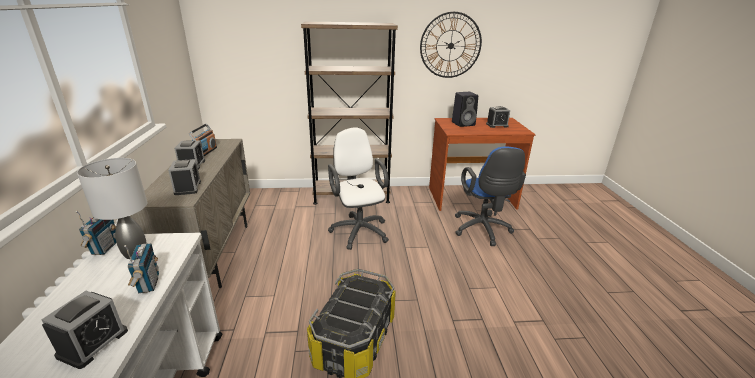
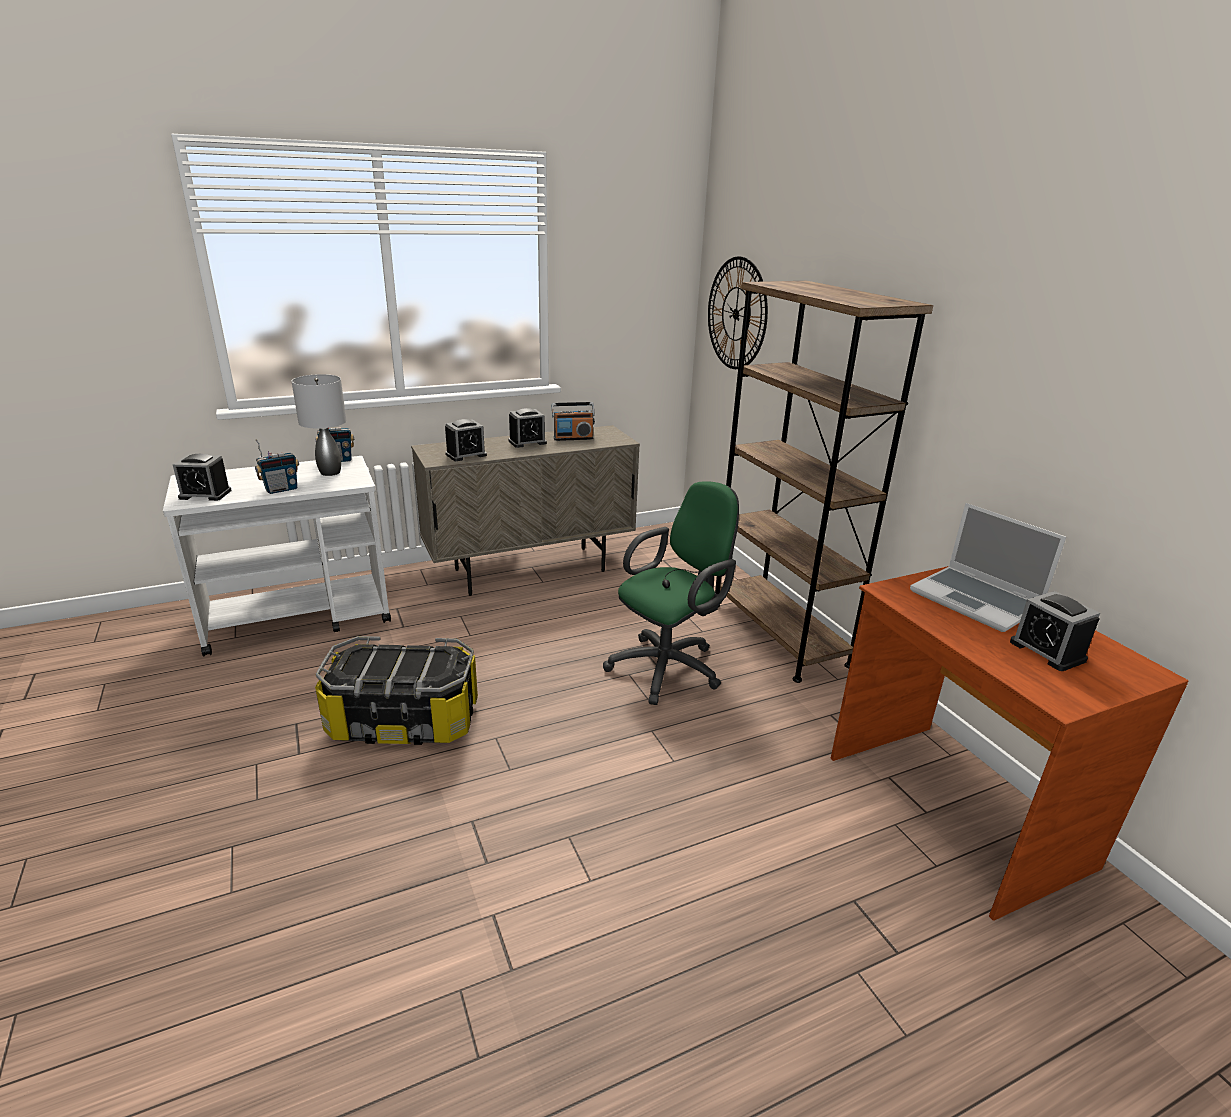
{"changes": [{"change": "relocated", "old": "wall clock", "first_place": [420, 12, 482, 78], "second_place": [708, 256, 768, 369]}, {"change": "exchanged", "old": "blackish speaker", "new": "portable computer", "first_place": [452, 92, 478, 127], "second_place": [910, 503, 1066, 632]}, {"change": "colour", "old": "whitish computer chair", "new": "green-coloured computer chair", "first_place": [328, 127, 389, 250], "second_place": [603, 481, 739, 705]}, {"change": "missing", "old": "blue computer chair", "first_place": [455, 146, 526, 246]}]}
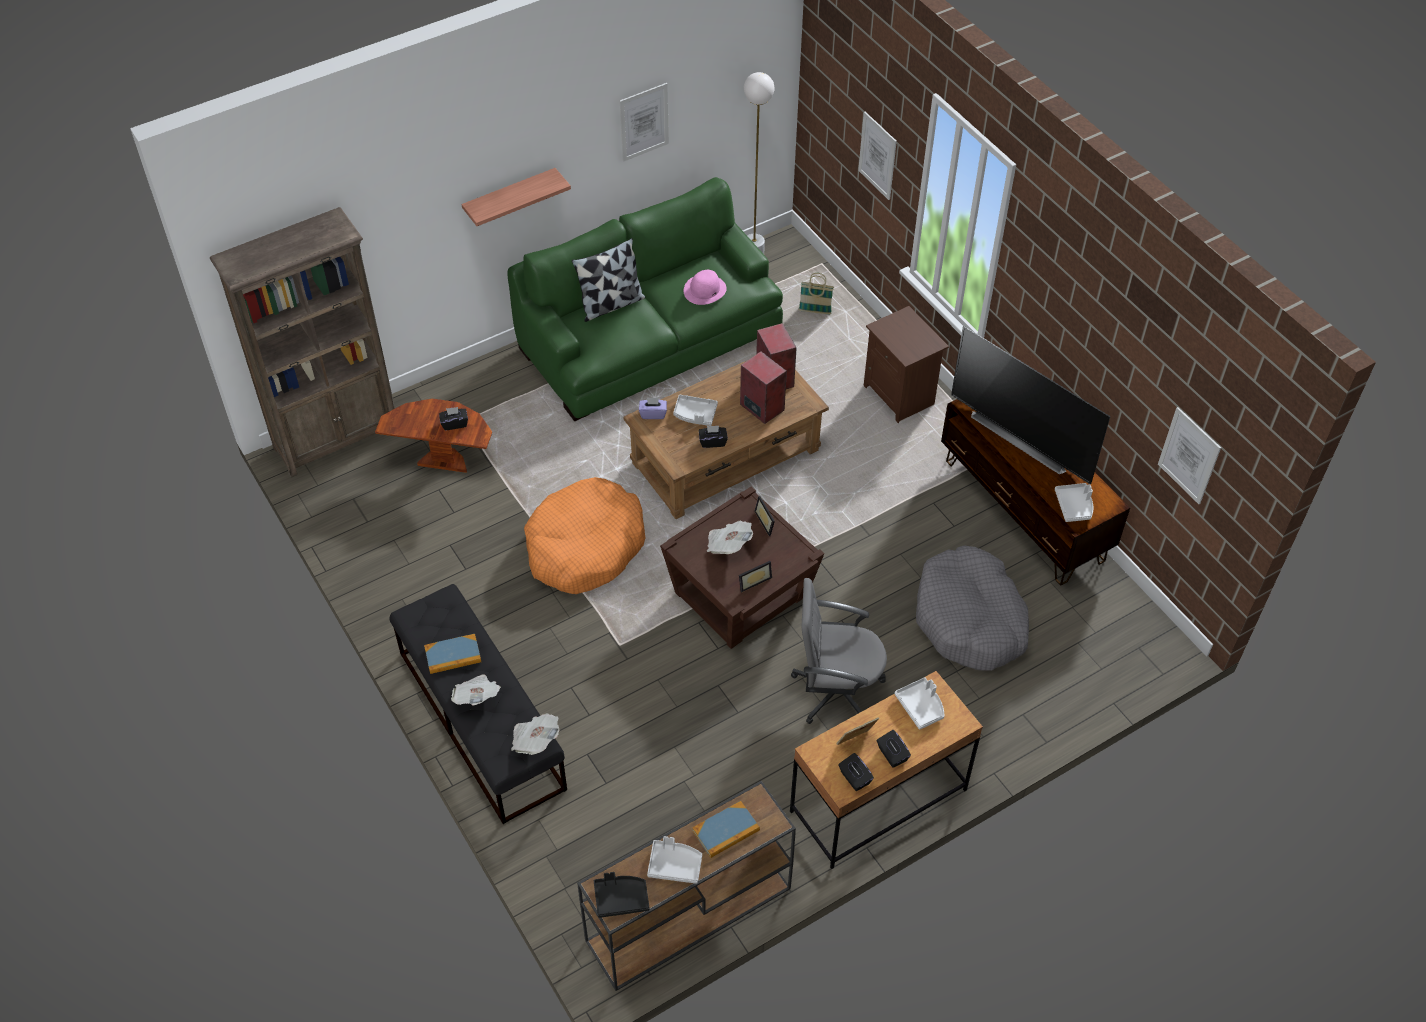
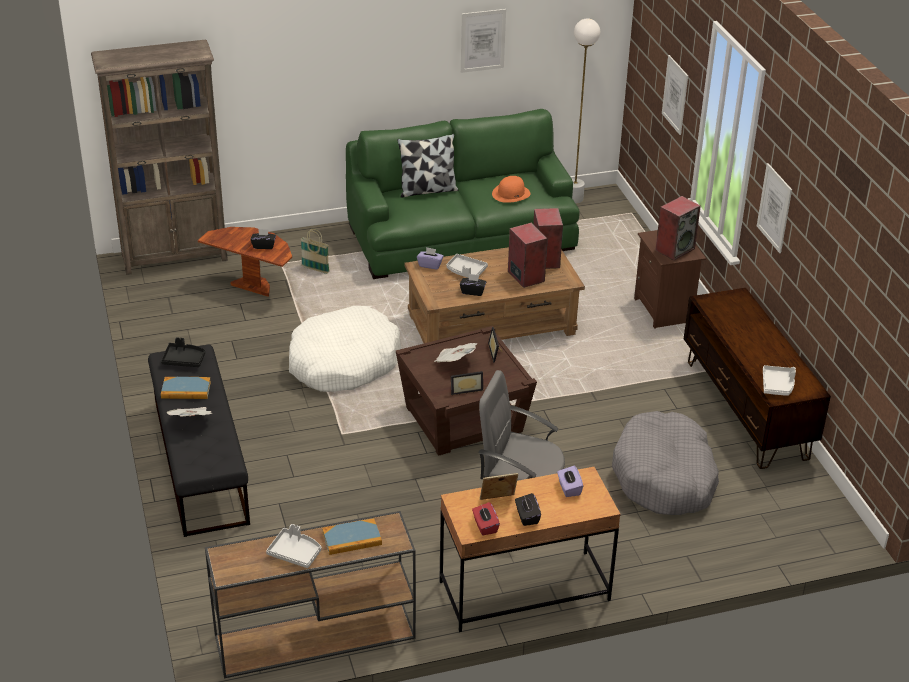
{"changes": [{"change": "missing", "old": "shelf", "first_place": [461, 168, 571, 226]}, {"change": "colour", "old": "pink hat", "new": "orange hat", "first_place": [684, 270, 727, 305], "second_place": [492, 176, 530, 203]}, {"change": "relocated", "old": "household basket", "first_place": [799, 273, 834, 315], "second_place": [301, 229, 330, 274]}, {"change": "missing", "old": "TV set", "first_place": [951, 326, 1111, 485]}, {"change": "relocated", "old": "wall picture", "first_place": [1158, 407, 1221, 504], "second_place": [757, 163, 792, 253]}, {"change": "colour", "old": "orange dog bed", "new": "whitish dog bed", "first_place": [524, 477, 645, 594], "second_place": [289, 306, 401, 392]}, {"change": "exchanged", "old": "whitish carrying tray", "new": "purplish tissue box", "first_place": [895, 677, 944, 730], "second_place": [557, 466, 583, 497]}, {"change": "missing", "old": "newspaper", "first_place": [511, 713, 559, 755]}, {"change": "colour", "old": "blackish tissue box", "new": "red tissue box", "first_place": [838, 753, 874, 791], "second_place": [472, 502, 500, 535]}, {"change": "relocated", "old": "blackish carrying tray", "first_place": [594, 872, 649, 918], "second_place": [161, 337, 205, 367]}, {"change": "appeared", "new": "speaker", "second_place": [656, 196, 701, 260]}]}
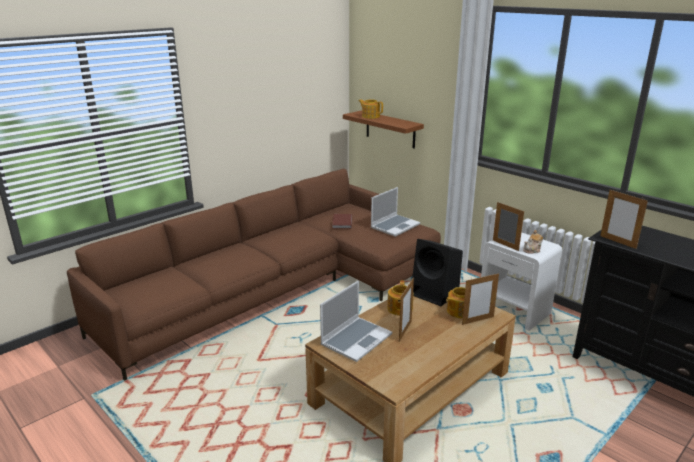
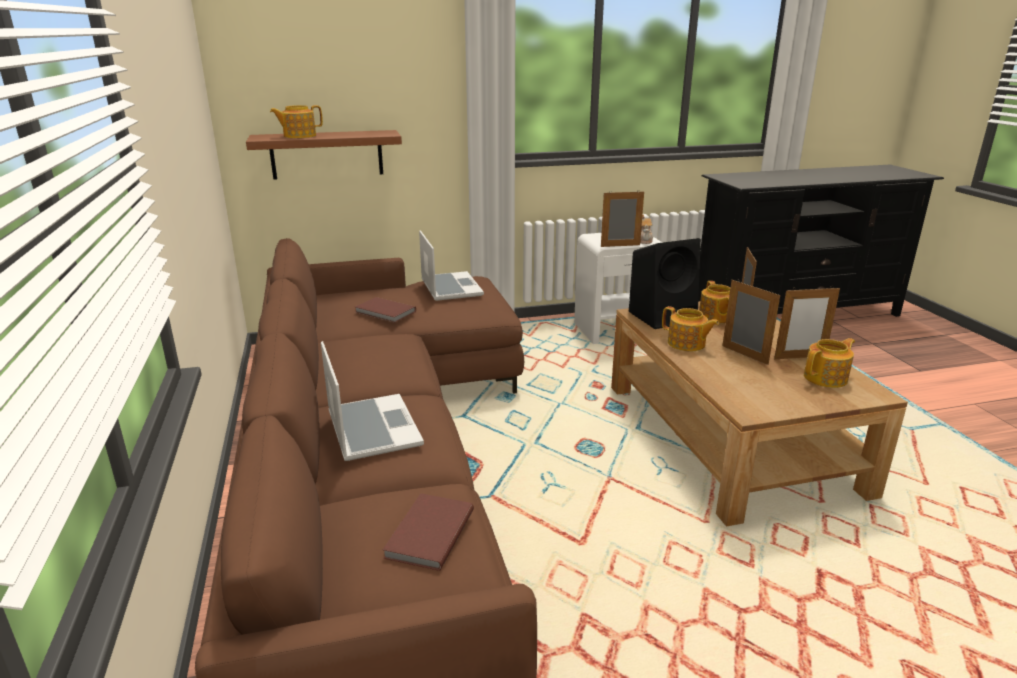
{"changes": [{"change": "relocated", "old": "photo frame", "first_place": [600, 189, 648, 249], "second_place": [774, 287, 840, 359]}, {"change": "relocated", "old": "portable computer", "first_place": [320, 280, 392, 362], "second_place": [321, 341, 424, 461]}, {"change": "appeared", "new": "teapot", "second_place": [804, 338, 855, 388]}, {"change": "appeared", "new": "brown book", "second_place": [383, 493, 474, 571]}]}
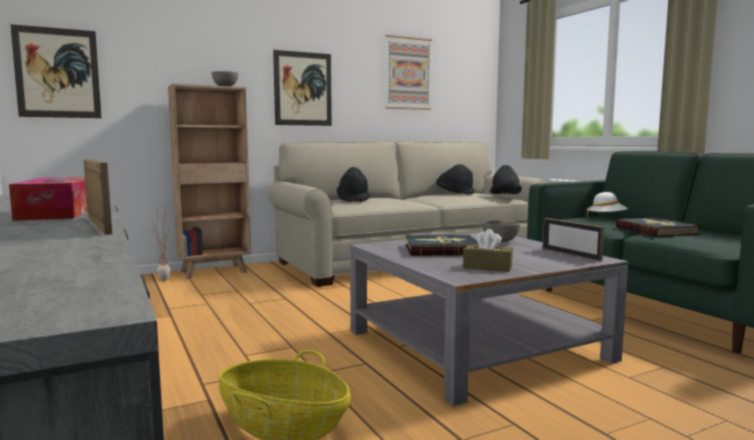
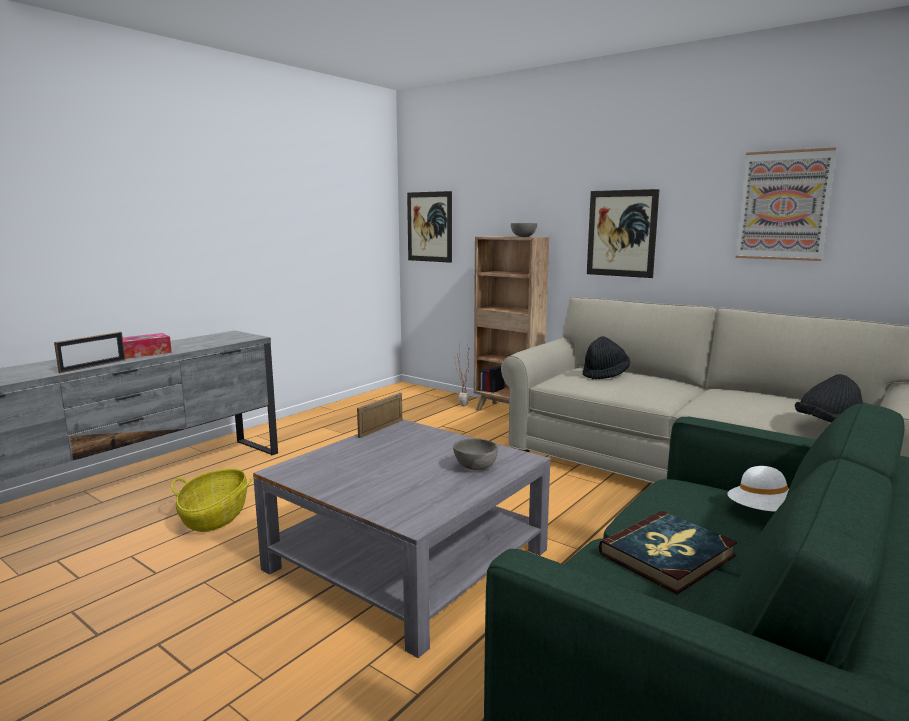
{"changes": [{"change": "missing", "old": "blackish hat", "first_place": [436, 164, 474, 194]}, {"change": "relocated", "old": "photo frame", "first_place": [543, 218, 604, 262], "second_place": [357, 393, 402, 438]}, {"change": "missing", "old": "brown tissue box", "first_place": [463, 229, 513, 272]}, {"change": "missing", "old": "book", "first_place": [405, 235, 478, 256]}]}
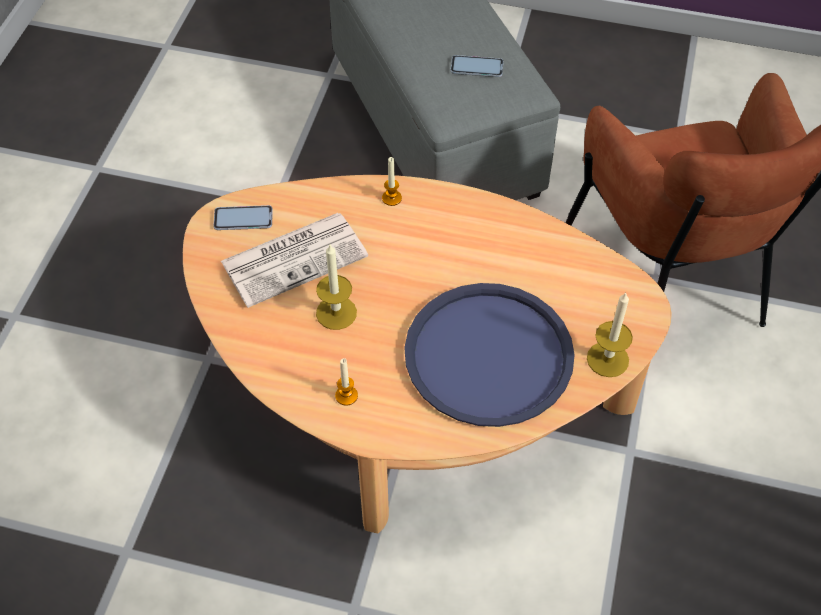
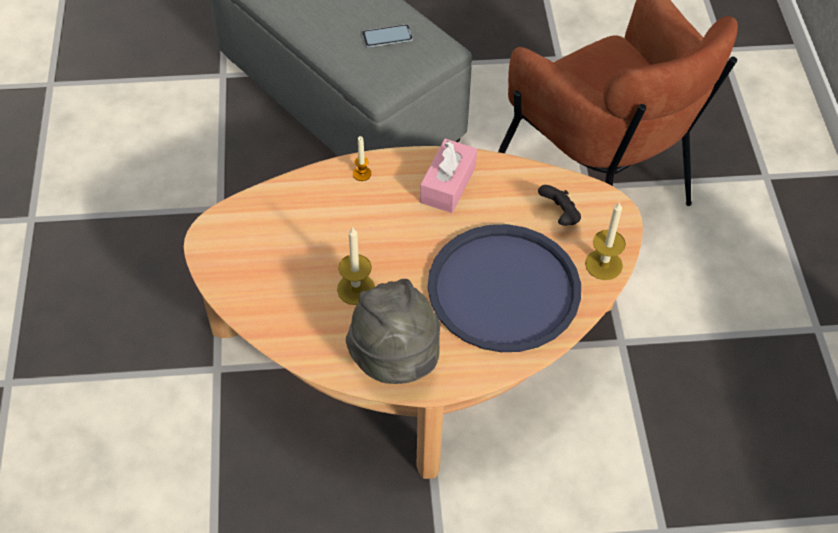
{"changes": [{"change": "missing", "old": "handset", "first_place": [213, 205, 273, 230]}, {"change": "missing", "old": "newspaper", "first_place": [221, 213, 368, 308]}, {"change": "exchanged", "old": "wax light", "new": "gray hat", "first_place": [335, 358, 358, 406], "second_place": [346, 279, 440, 384]}, {"change": "appeared", "new": "pink tissue box", "second_place": [420, 139, 477, 213]}, {"change": "appeared", "new": "blackish game controller", "second_place": [538, 185, 581, 226]}]}
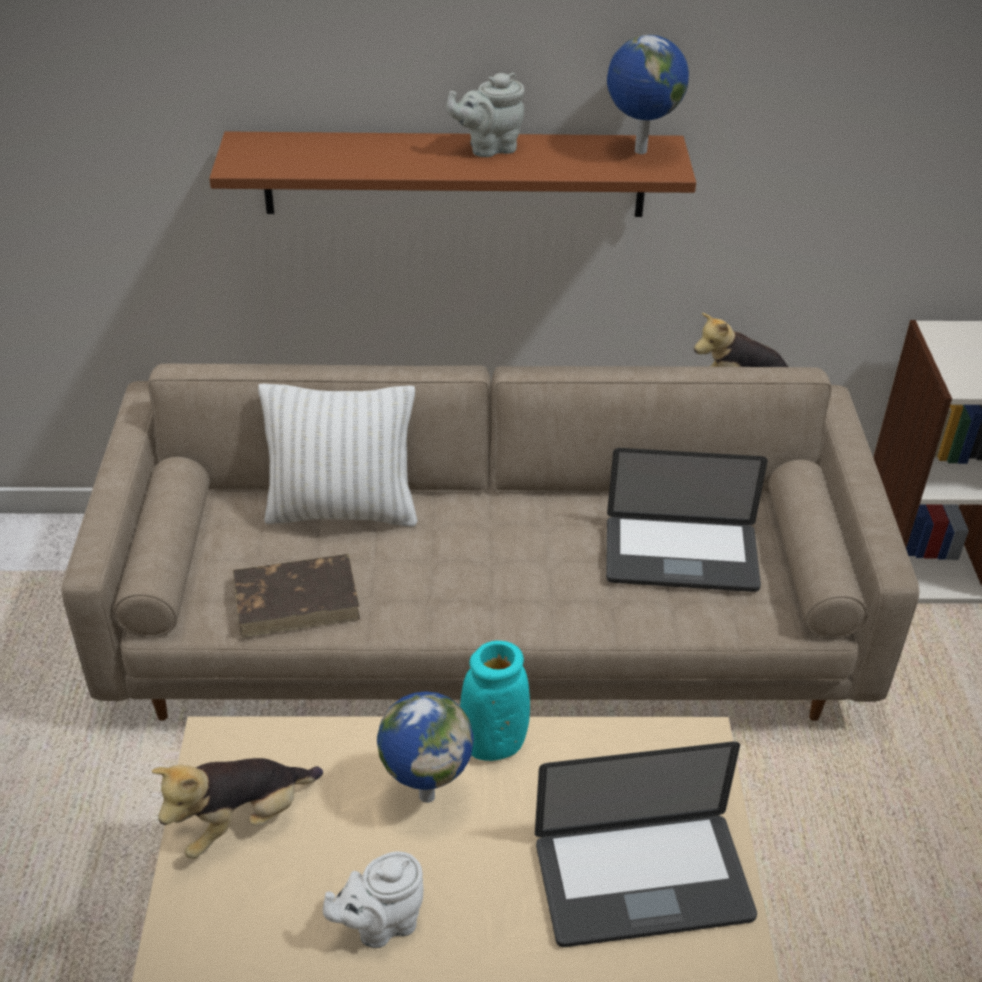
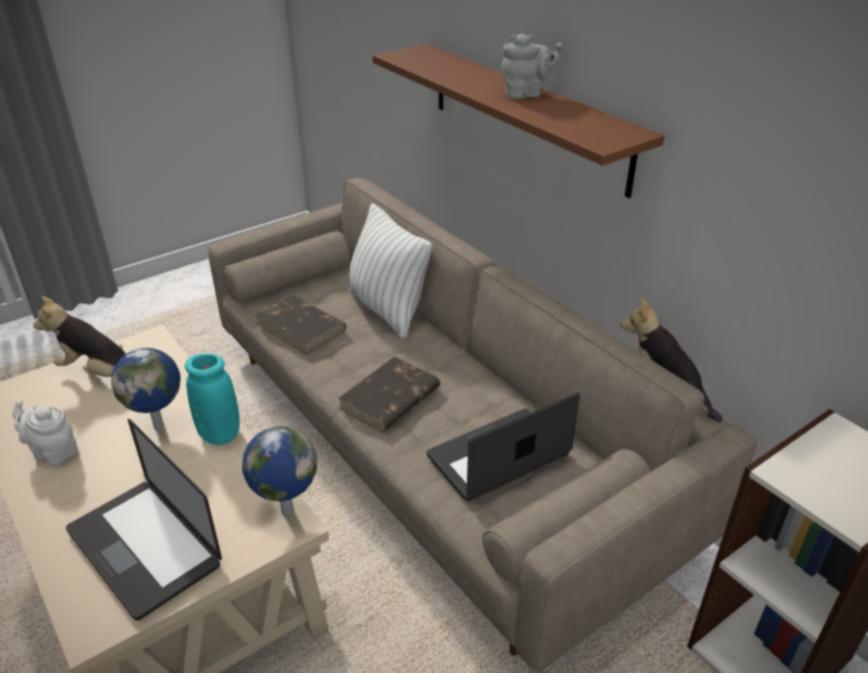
{"changes": [{"change": "relocated", "old": "globe", "first_place": [607, 35, 689, 154], "second_place": [242, 426, 317, 517]}, {"change": "spun", "old": "gray teapot", "first_place": [446, 73, 525, 157], "second_place": [501, 33, 563, 99], "degrees": 135}, {"change": "spun", "old": "portable computer", "first_place": [606, 448, 768, 592], "second_place": [427, 393, 580, 501], "degrees": 90}, {"change": "appeared", "new": "brown book", "second_place": [338, 356, 440, 432]}]}
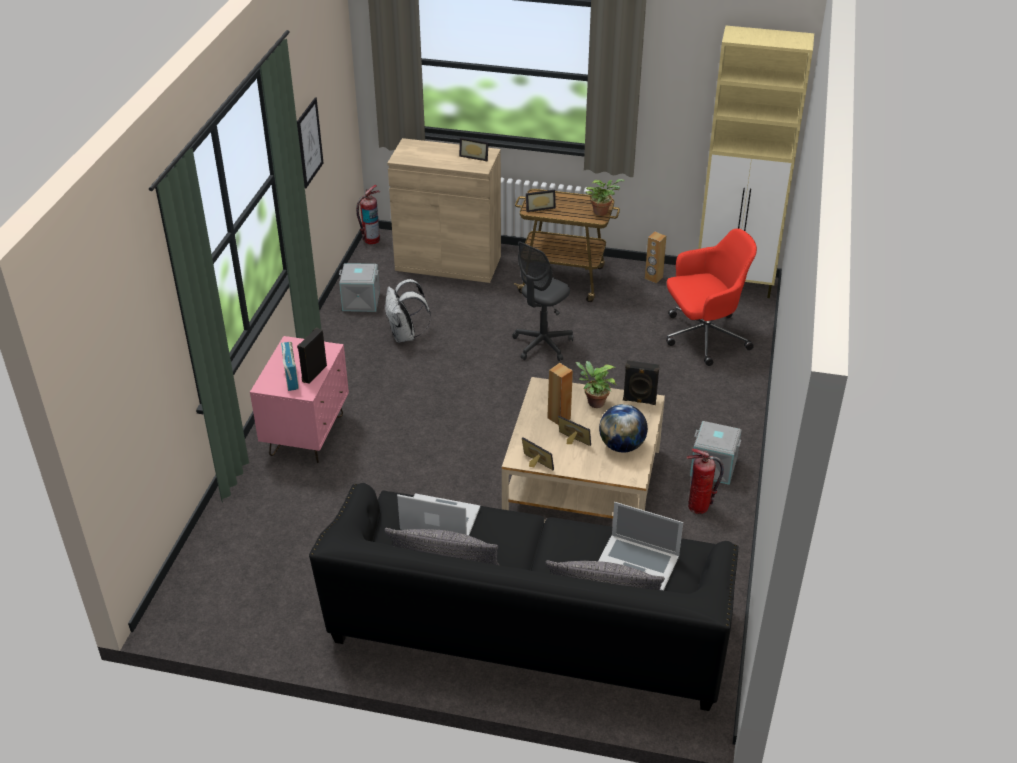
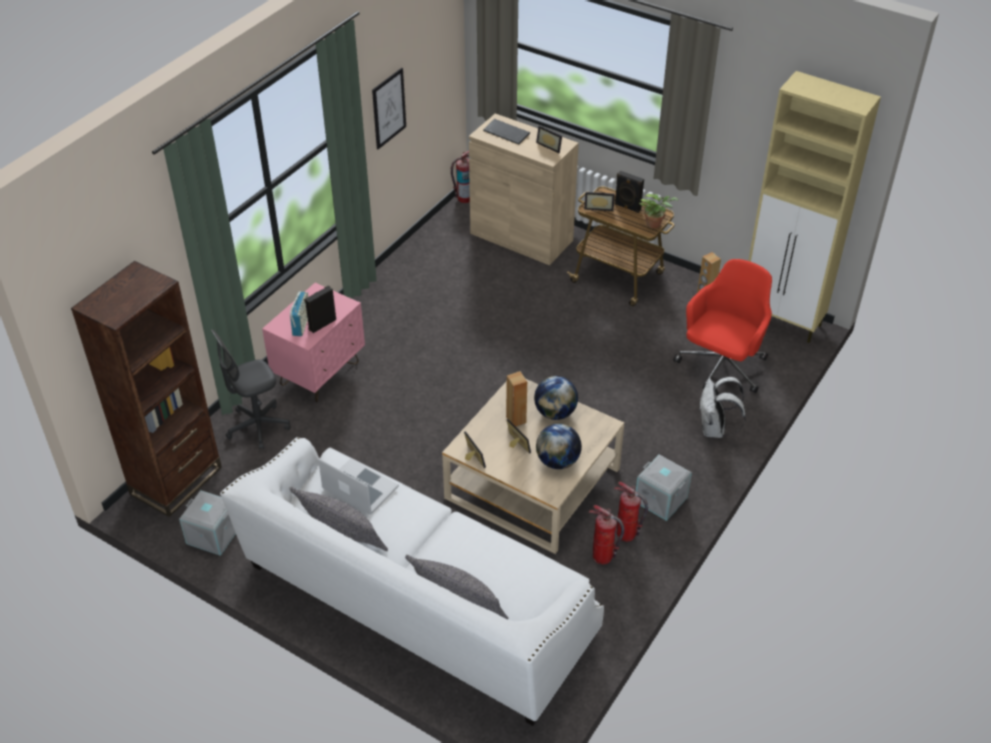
{"changes": [{"change": "spun", "old": "red computer chair", "first_place": [666, 228, 757, 366], "second_place": [673, 259, 772, 393], "degrees": -60}, {"change": "relocated", "old": "gray computer chair", "first_place": [512, 241, 573, 361], "second_place": [211, 329, 291, 450]}, {"change": "relocated", "old": "gray storage box", "first_place": [339, 263, 380, 312], "second_place": [179, 490, 236, 556]}, {"change": "relocated", "old": "whitish backpack", "first_place": [385, 279, 431, 343], "second_place": [699, 377, 746, 438]}, {"change": "relocated", "old": "blackish speaker", "first_place": [623, 360, 660, 405], "second_place": [615, 171, 644, 213]}, {"change": "exchanged", "old": "plant in a pot", "new": "globe", "first_place": [575, 361, 617, 408], "second_place": [534, 376, 578, 420]}, {"change": "colour", "old": "blackish sofa", "new": "whitish sofa", "first_place": [309, 483, 738, 711], "second_place": [220, 437, 604, 726]}, {"change": "missing", "old": "portable computer", "first_place": [599, 502, 683, 591]}, {"change": "appeared", "new": "PC keyboard", "second_place": [483, 119, 530, 145]}, {"change": "appeared", "new": "brown bookcase", "second_place": [71, 261, 222, 517]}, {"change": "appeared", "new": "fire extinguisher", "second_place": [589, 505, 625, 565]}]}
